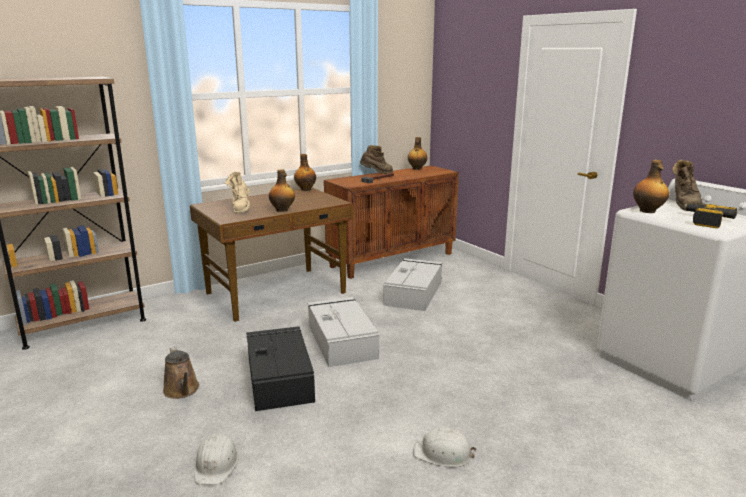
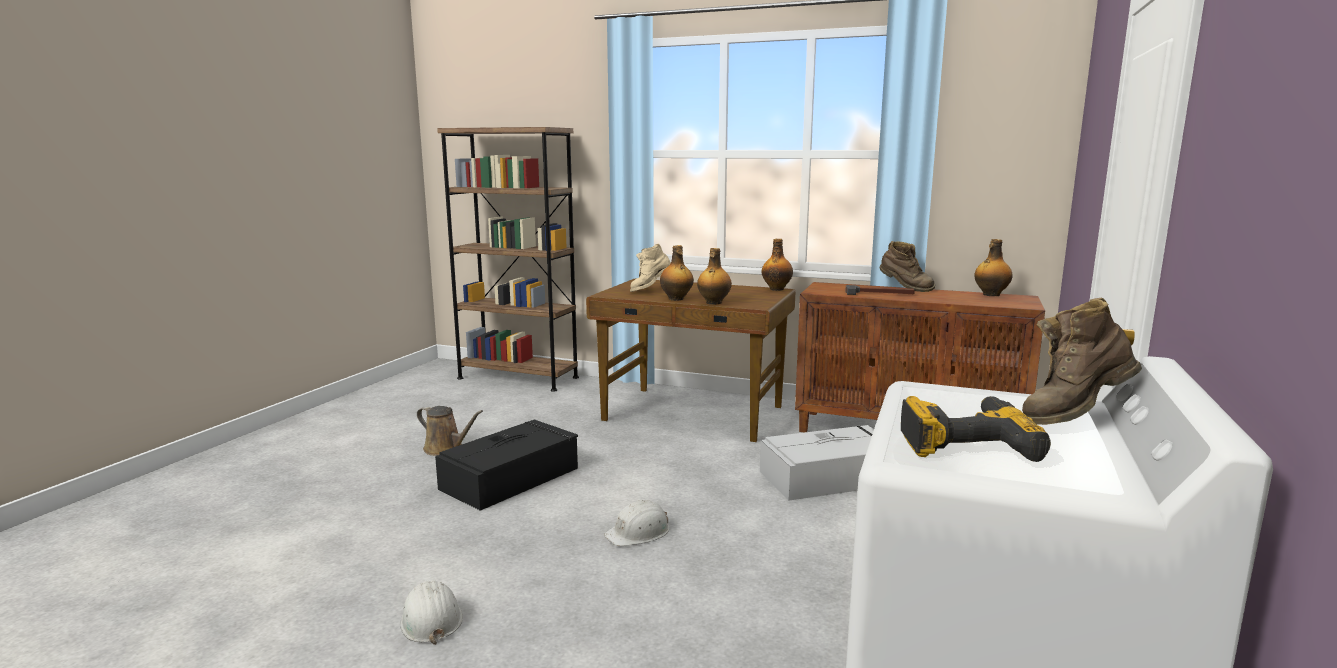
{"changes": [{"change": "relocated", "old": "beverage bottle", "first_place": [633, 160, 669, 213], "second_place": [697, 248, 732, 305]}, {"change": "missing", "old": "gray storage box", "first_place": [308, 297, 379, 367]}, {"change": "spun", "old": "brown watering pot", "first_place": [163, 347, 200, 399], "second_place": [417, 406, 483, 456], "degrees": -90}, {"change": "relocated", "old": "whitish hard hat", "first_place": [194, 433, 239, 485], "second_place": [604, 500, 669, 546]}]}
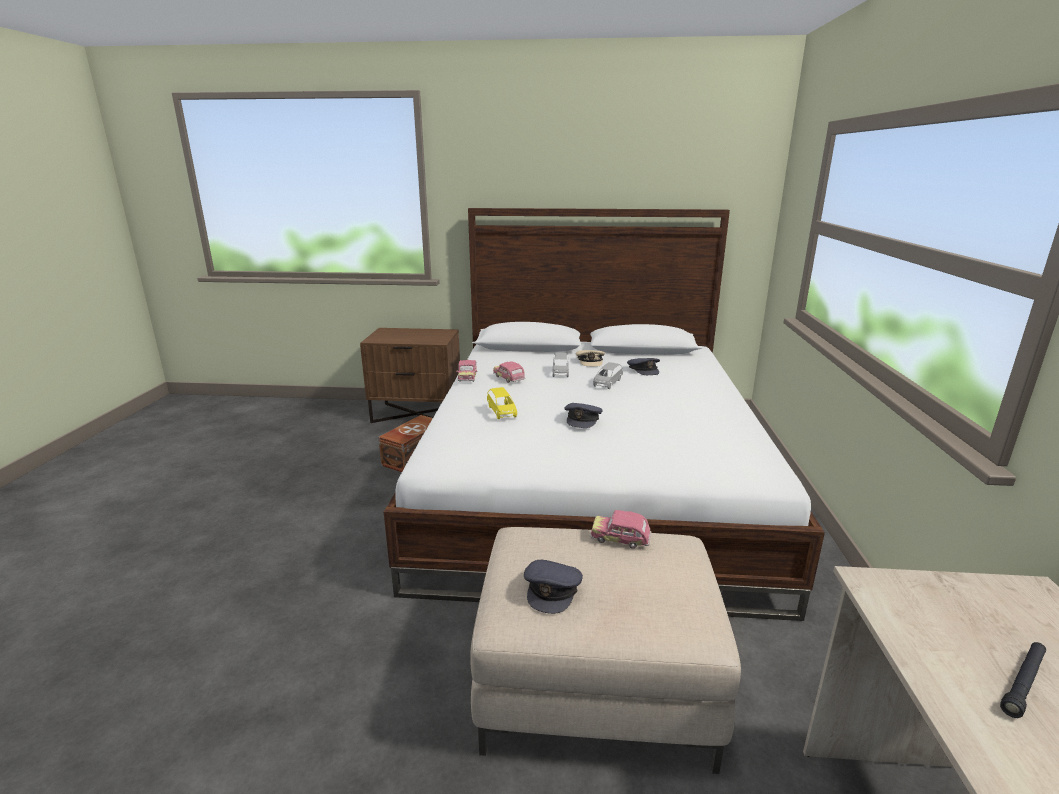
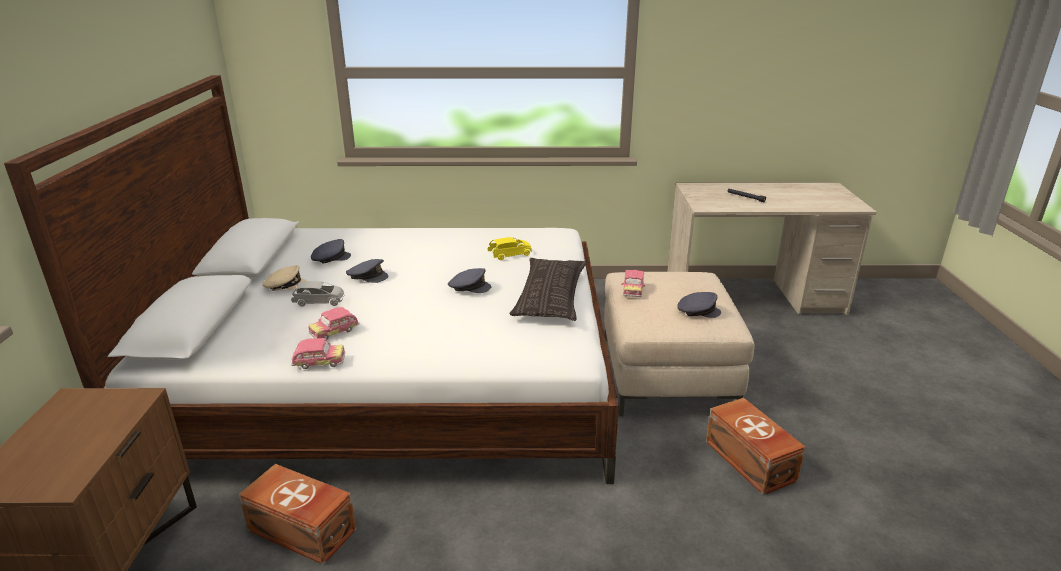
{"changes": [{"change": "exchanged", "old": "gray toy car", "new": "gray cap", "first_place": [593, 362, 623, 389], "second_place": [346, 259, 389, 283]}, {"change": "relocated", "old": "yellow-coloured toy car", "first_place": [487, 387, 517, 419], "second_place": [488, 237, 532, 260]}, {"change": "appeared", "new": "cushion", "second_place": [509, 258, 587, 321]}, {"change": "appeared", "new": "brown storage box", "second_place": [706, 398, 805, 495]}]}
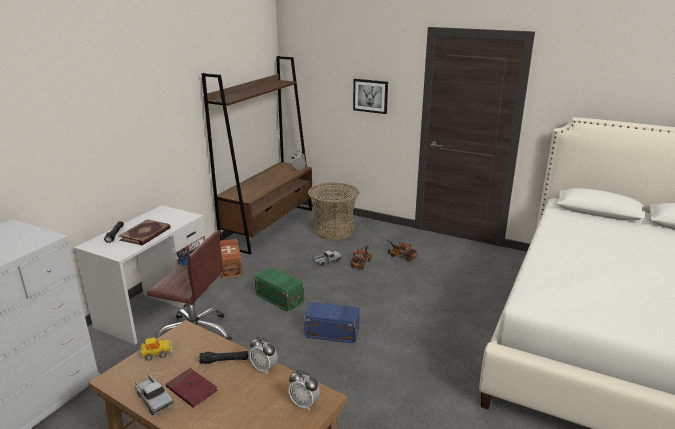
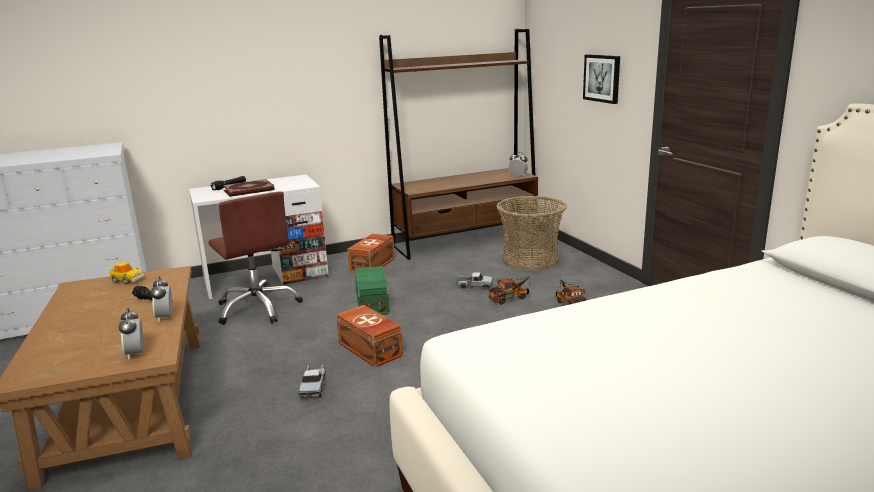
{"changes": [{"change": "colour", "old": "blue storage box", "new": "brown storage box", "first_place": [304, 302, 360, 344], "second_place": [336, 305, 403, 368]}, {"change": "missing", "old": "red book", "first_place": [166, 368, 218, 407]}, {"change": "relocated", "old": "toy truck", "first_place": [135, 374, 174, 415], "second_place": [299, 364, 325, 398]}]}
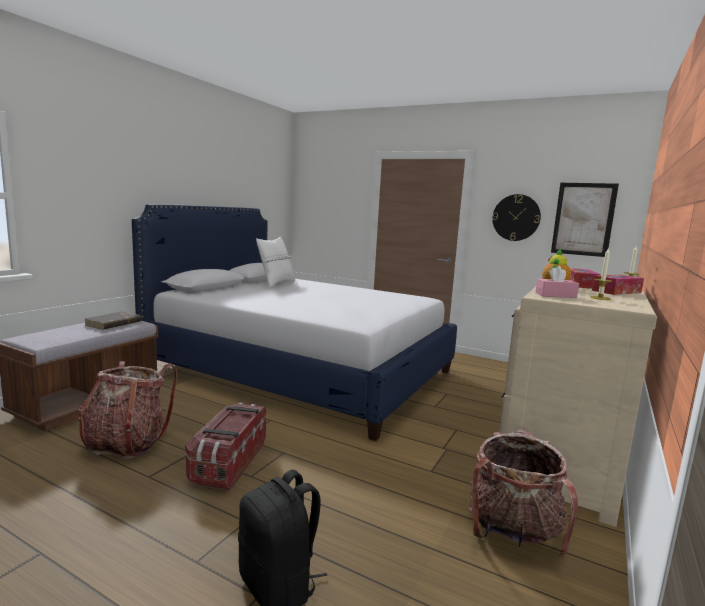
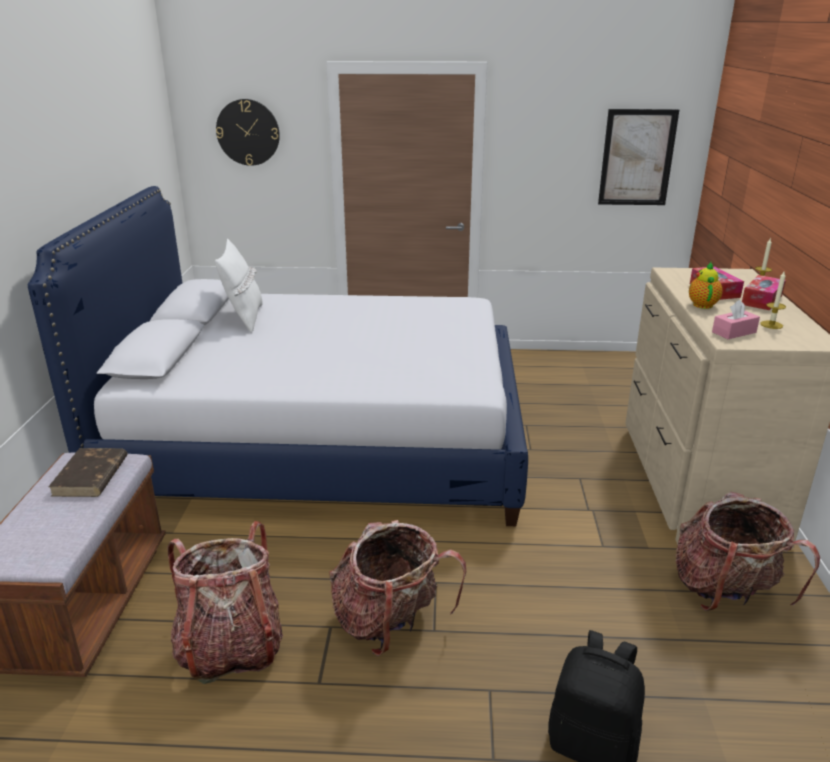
{"changes": [{"change": "relocated", "old": "wall clock", "first_place": [492, 194, 541, 241], "second_place": [216, 99, 280, 166]}, {"change": "exchanged", "old": "storage box", "new": "backpack", "first_place": [185, 403, 266, 491], "second_place": [329, 520, 466, 656]}]}
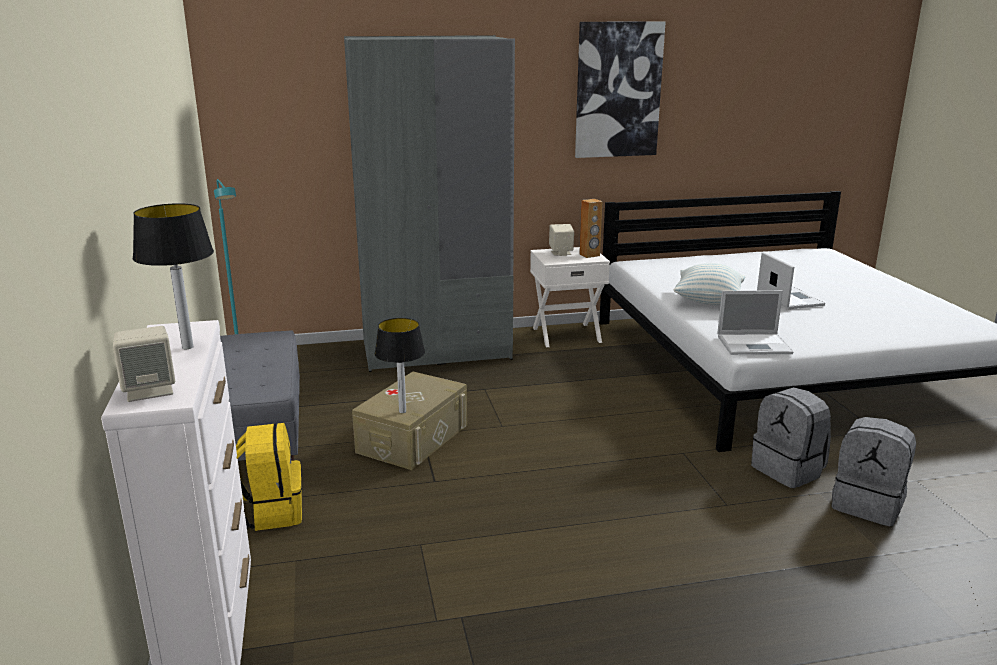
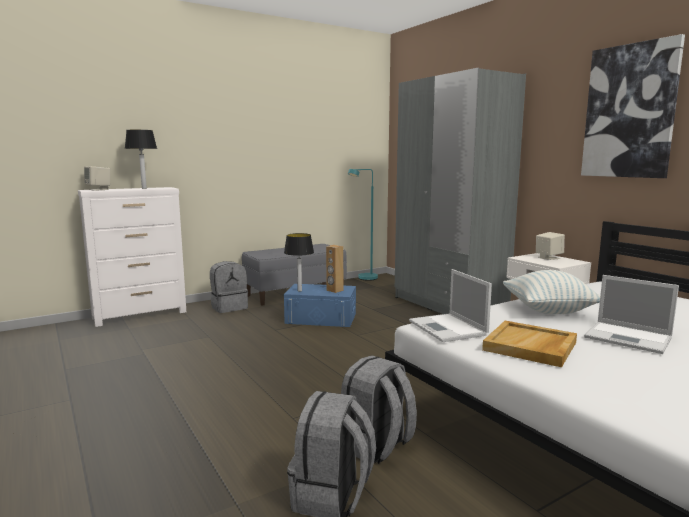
{"changes": [{"change": "relocated", "old": "brown speaker", "first_place": [579, 199, 603, 258], "second_place": [326, 245, 344, 293]}, {"change": "spun", "old": "portable computer", "first_place": [757, 252, 825, 309], "second_place": [584, 275, 679, 354], "degrees": 75}, {"change": "colour", "old": "sand-coloured storage box", "new": "blue storage box", "first_place": [352, 371, 467, 470], "second_place": [284, 284, 356, 327]}, {"change": "colour", "old": "yellow-coloured backpack", "new": "gray backpack", "first_place": [236, 423, 302, 531], "second_place": [210, 261, 248, 313]}, {"change": "appeared", "new": "sand-coloured carrying tray", "second_place": [482, 321, 577, 367]}]}
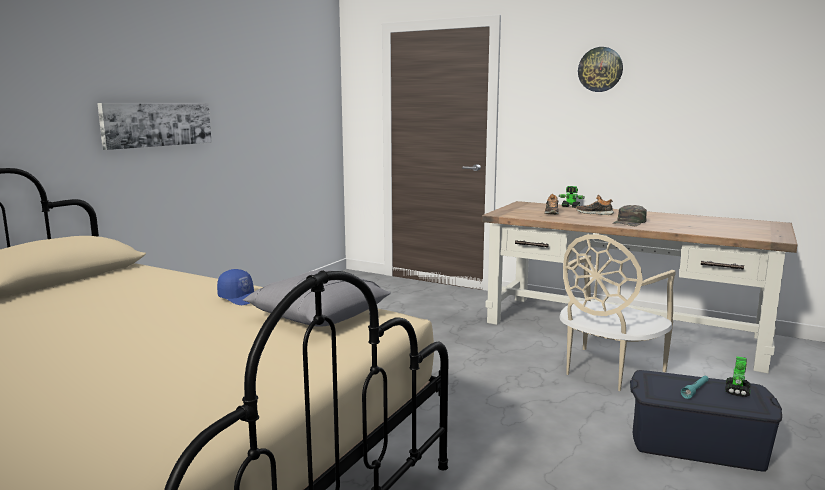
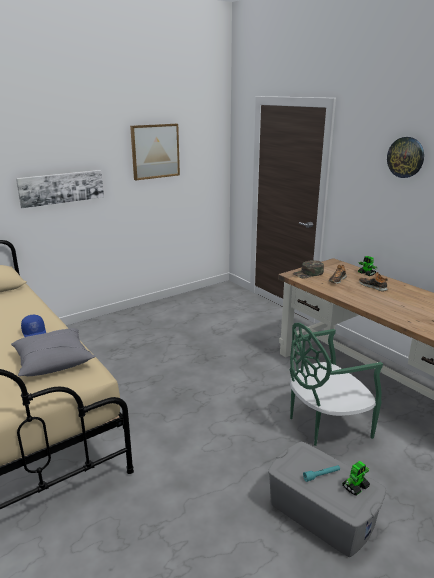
{"changes": [{"change": "relocated", "old": "green-coloured cap", "first_place": [612, 205, 647, 226], "second_place": [292, 260, 324, 278]}, {"change": "colour", "old": "sand-coloured plain chair", "new": "green-coloured plain chair", "first_place": [559, 234, 676, 391], "second_place": [290, 323, 383, 446]}, {"change": "colour", "old": "blue storage box", "new": "gray storage box", "first_place": [630, 370, 782, 472], "second_place": [268, 442, 386, 557]}, {"change": "appeared", "new": "wall picture", "second_place": [130, 124, 180, 180]}]}
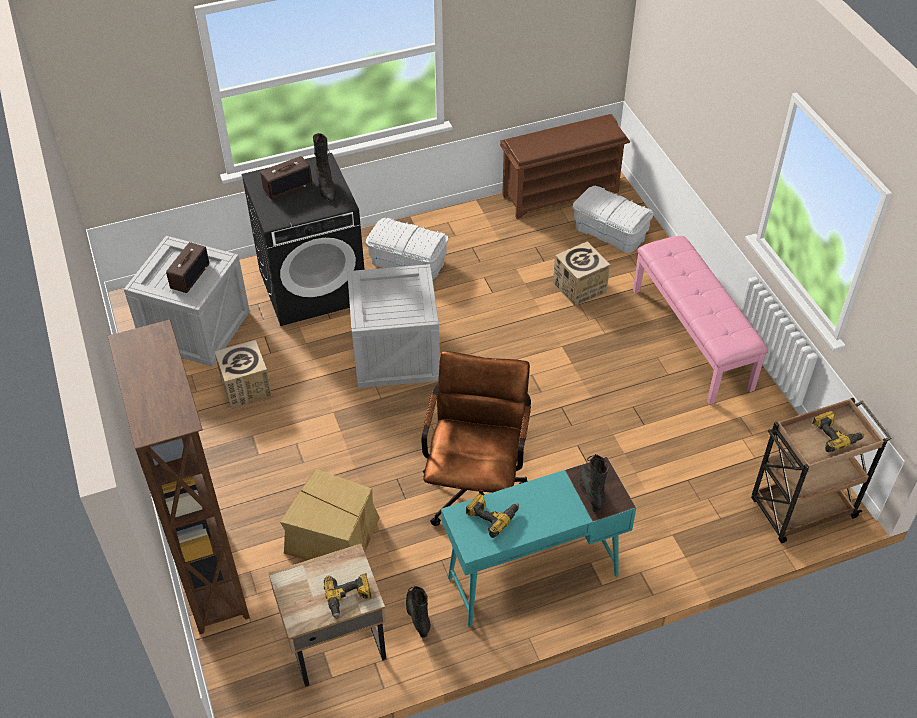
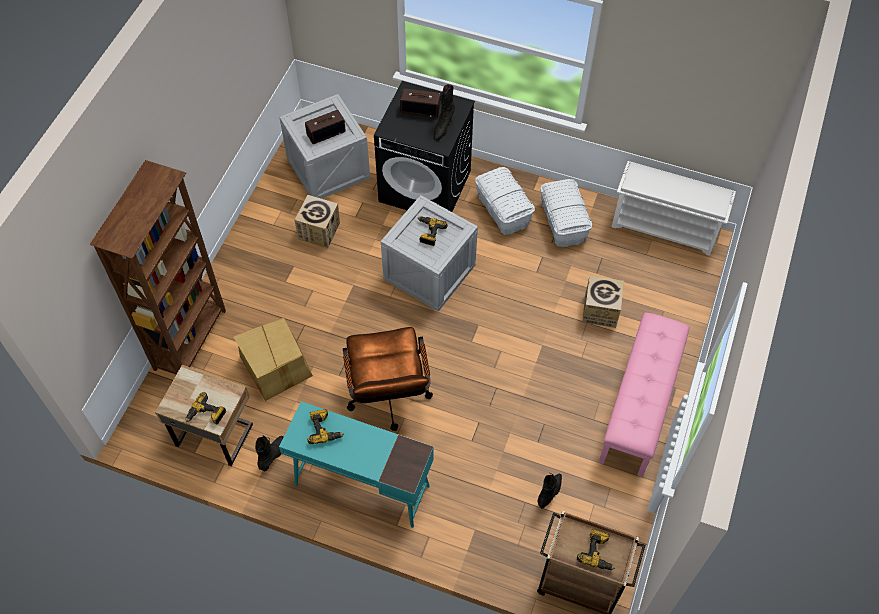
{"changes": [{"change": "colour", "old": "brown shoe rack", "new": "whitish shoe rack", "first_place": [500, 114, 630, 219], "second_place": [612, 161, 736, 256]}, {"change": "relocated", "old": "whitish storage box", "first_place": [573, 185, 654, 253], "second_place": [540, 179, 592, 247]}, {"change": "spun", "old": "brown computer chair", "first_place": [421, 351, 531, 526], "second_place": [343, 327, 433, 431], "degrees": 120}, {"change": "relocated", "old": "blackish boot", "first_place": [579, 454, 608, 513], "second_place": [538, 473, 562, 509]}, {"change": "appeared", "new": "power drill", "second_place": [418, 216, 448, 246]}]}
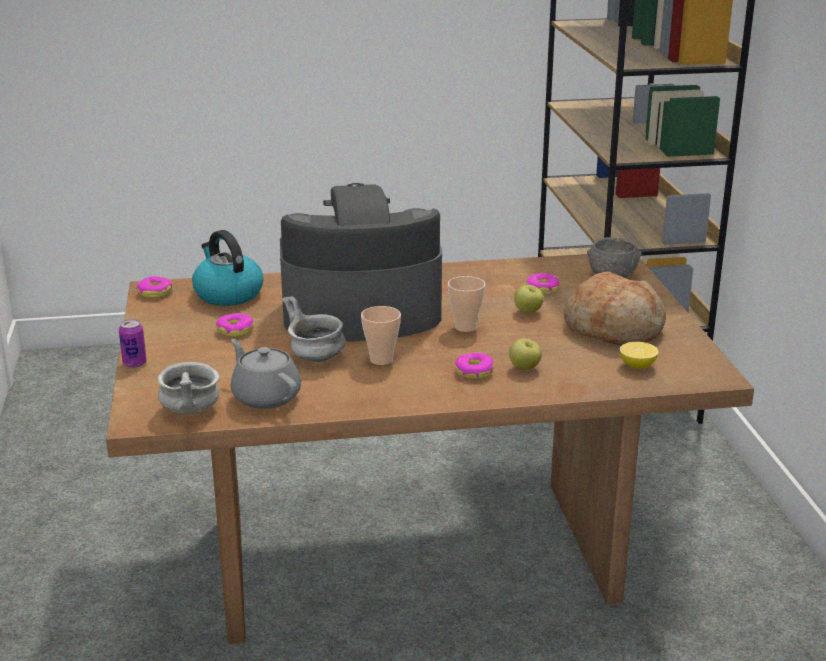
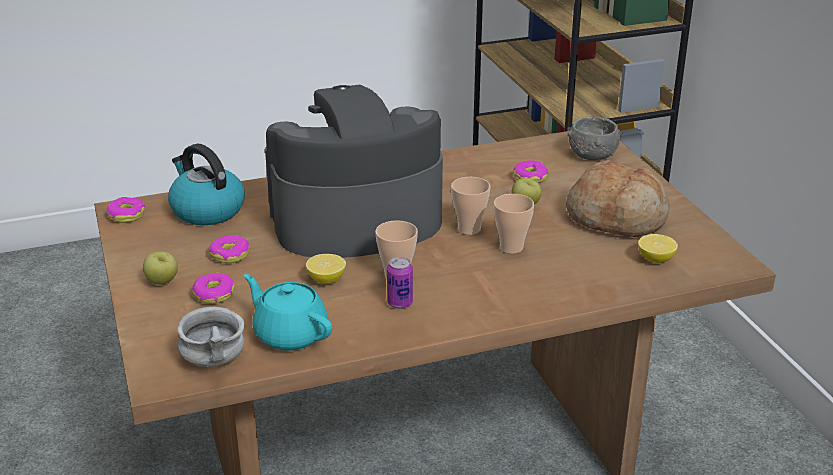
{"changes": [{"change": "exchanged", "old": "gray bowl", "new": "lemon", "first_place": [282, 296, 345, 362], "second_place": [306, 254, 346, 284]}, {"change": "relocated", "old": "can", "first_place": [119, 319, 147, 368], "second_place": [387, 257, 413, 309]}, {"change": "colour", "old": "gray teapot", "new": "blue-green teapot", "first_place": [230, 339, 301, 409], "second_place": [244, 274, 332, 351]}, {"change": "relocated", "old": "whole apple", "first_place": [509, 339, 542, 370], "second_place": [143, 251, 178, 285]}, {"change": "relocated", "old": "donut", "first_place": [455, 352, 494, 379], "second_place": [192, 273, 234, 304]}, {"change": "appeared", "new": "drinking cup", "second_place": [494, 194, 534, 254]}]}
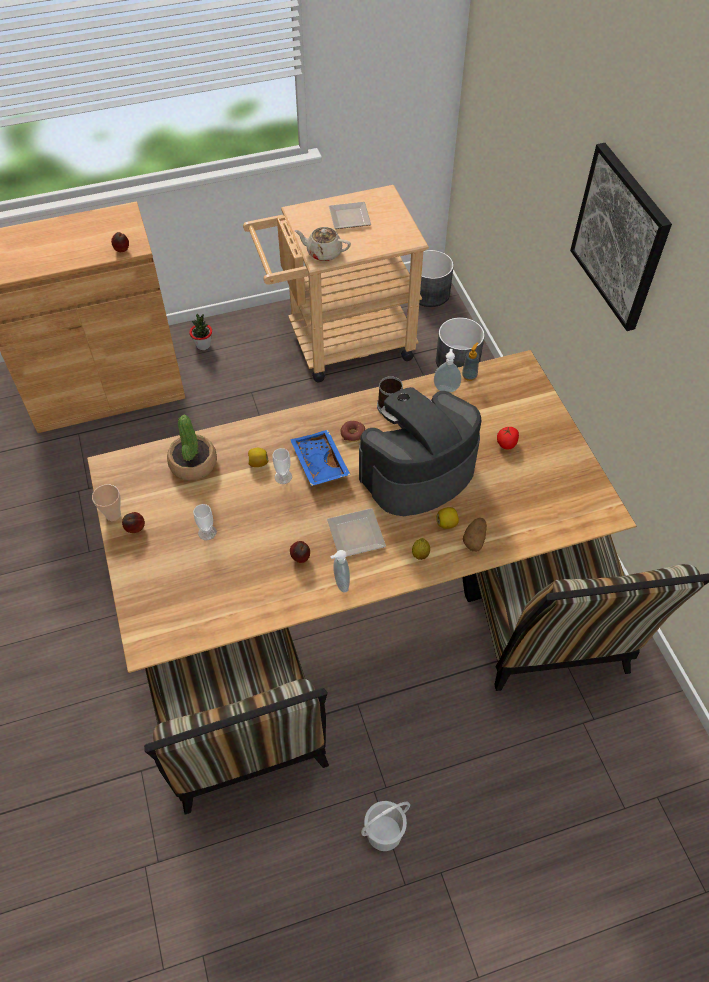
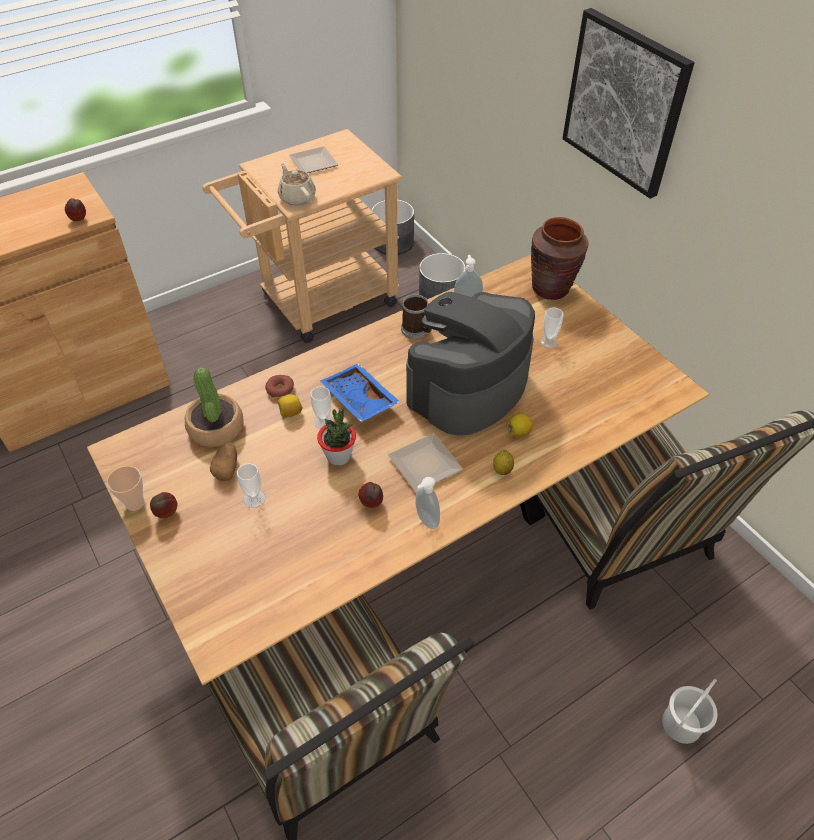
{"changes": [{"change": "spun", "old": "sand-coloured teapot", "first_place": [294, 227, 351, 261], "second_place": [278, 162, 316, 206], "degrees": 60}, {"change": "relocated", "old": "plant in a pot", "first_place": [189, 314, 212, 350], "second_place": [317, 408, 356, 466]}, {"change": "missing", "old": "soap dispenser", "first_place": [462, 343, 479, 381]}, {"change": "relocated", "old": "donut", "first_place": [341, 421, 365, 442], "second_place": [265, 375, 294, 398]}, {"change": "exchanged", "old": "whole tomato", "new": "drinking cup", "first_place": [497, 426, 519, 449], "second_place": [540, 307, 563, 348]}, {"change": "relocated", "old": "whole potato", "first_place": [463, 518, 487, 552], "second_place": [210, 443, 237, 482]}, {"change": "relocated", "old": "whitish pail", "first_place": [361, 801, 410, 851], "second_place": [662, 679, 718, 744]}, {"change": "appeared", "new": "brown flower vase", "second_place": [531, 217, 589, 300]}]}
